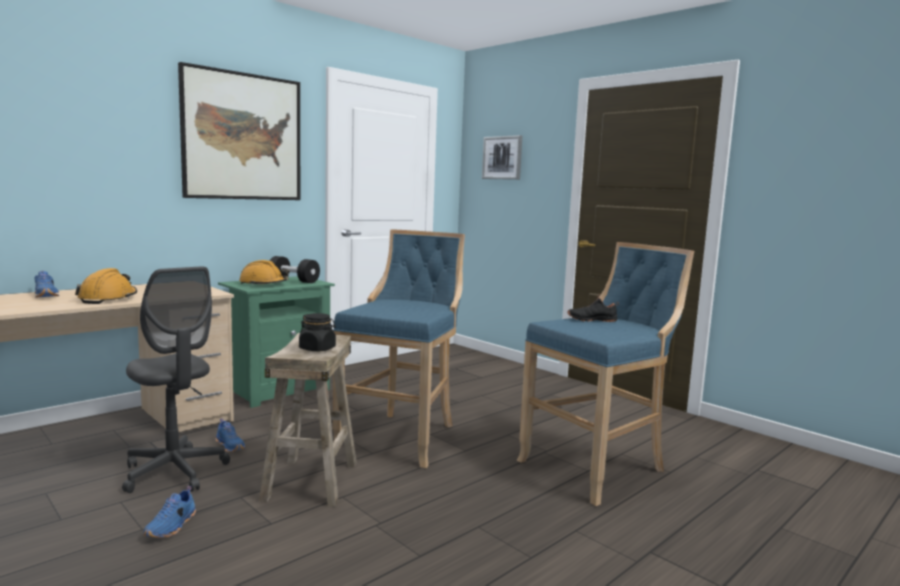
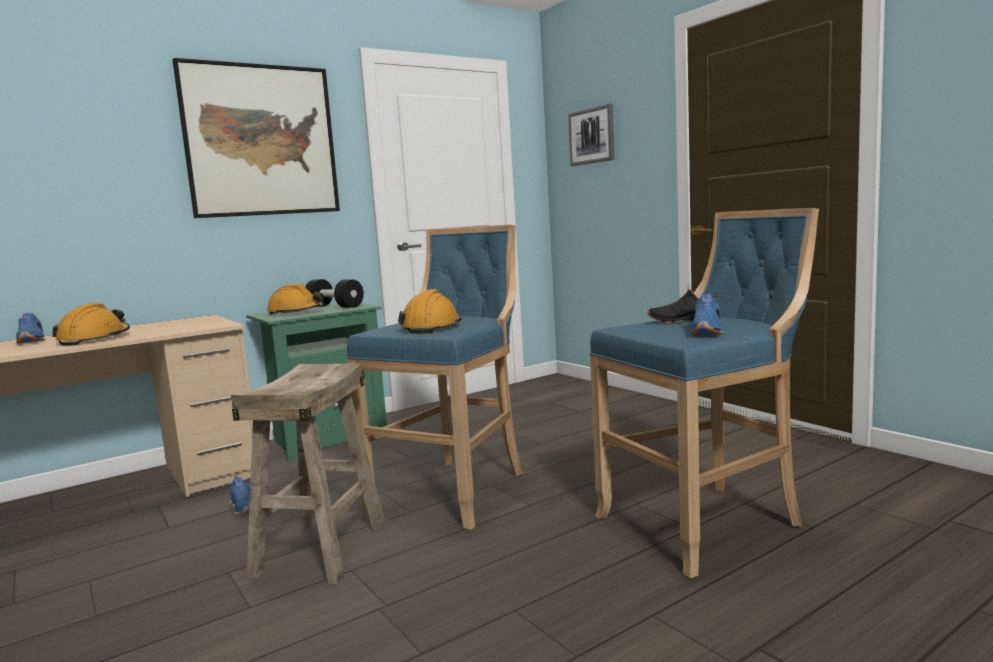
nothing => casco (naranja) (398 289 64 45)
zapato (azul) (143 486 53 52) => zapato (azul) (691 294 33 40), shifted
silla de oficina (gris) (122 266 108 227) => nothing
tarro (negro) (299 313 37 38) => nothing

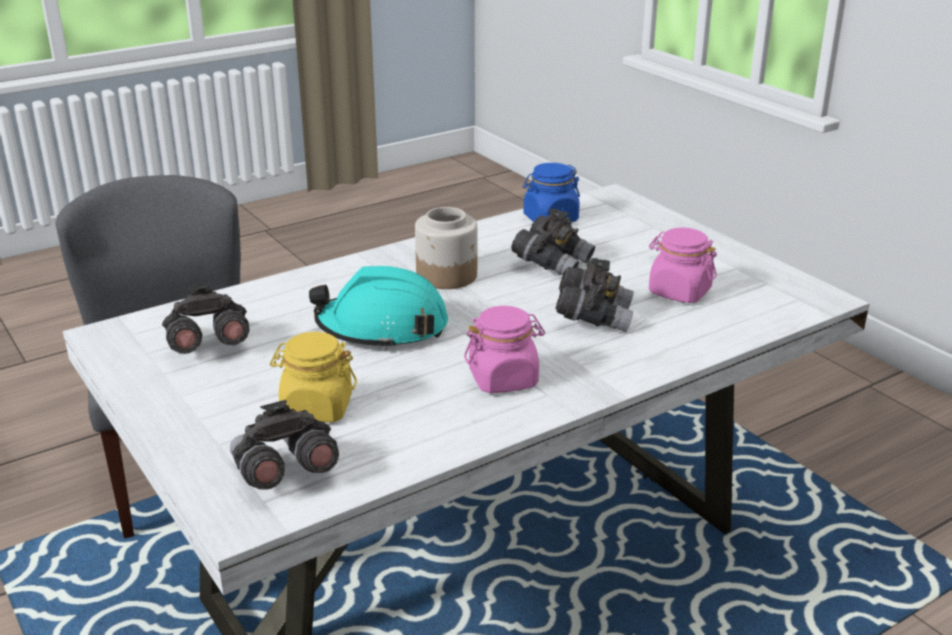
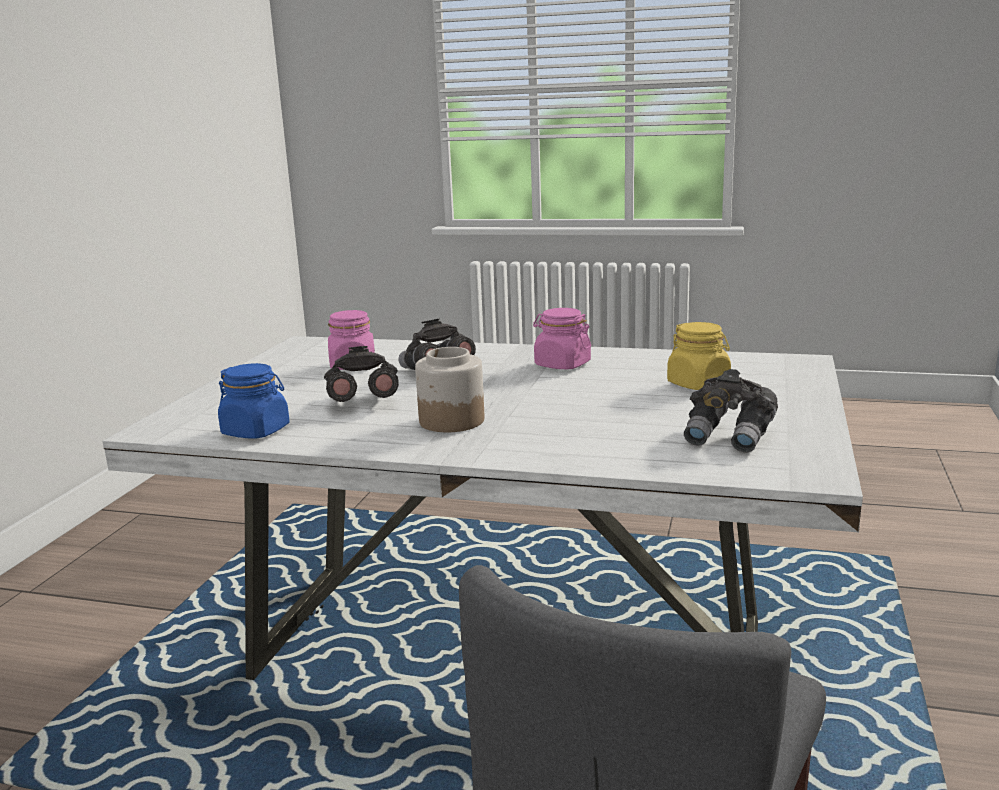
prismáticos (gris) (230 400 109 90) => nothing
casco (turquesa) (309 266 139 84) => nothing

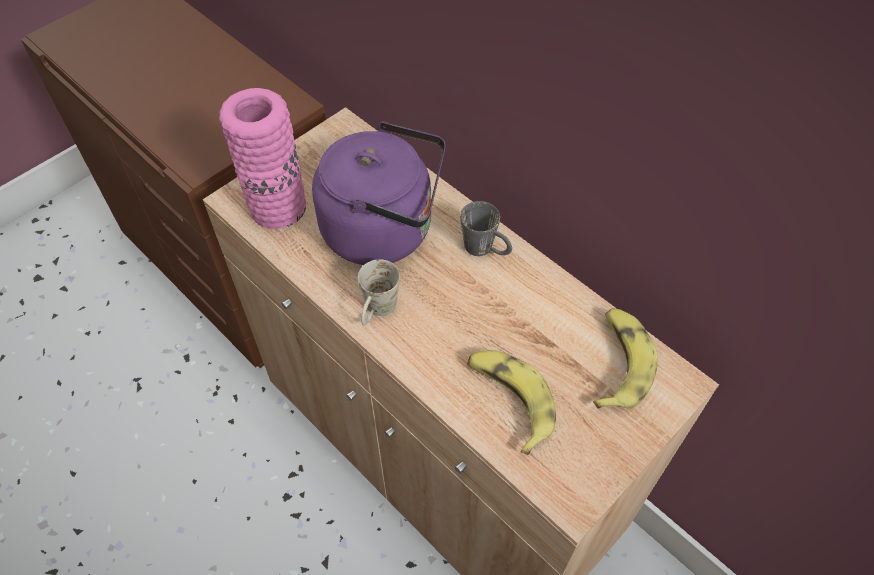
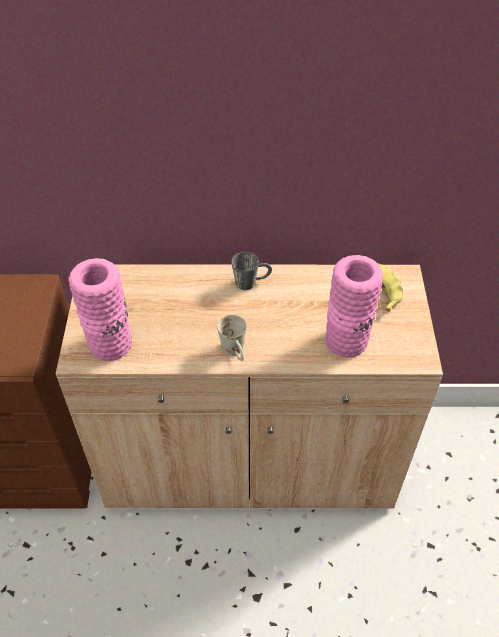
plátano (467 350 89 105) => florero (rosa) (326 255 57 103)
hervidor (morado) (312 121 134 144) => nothing

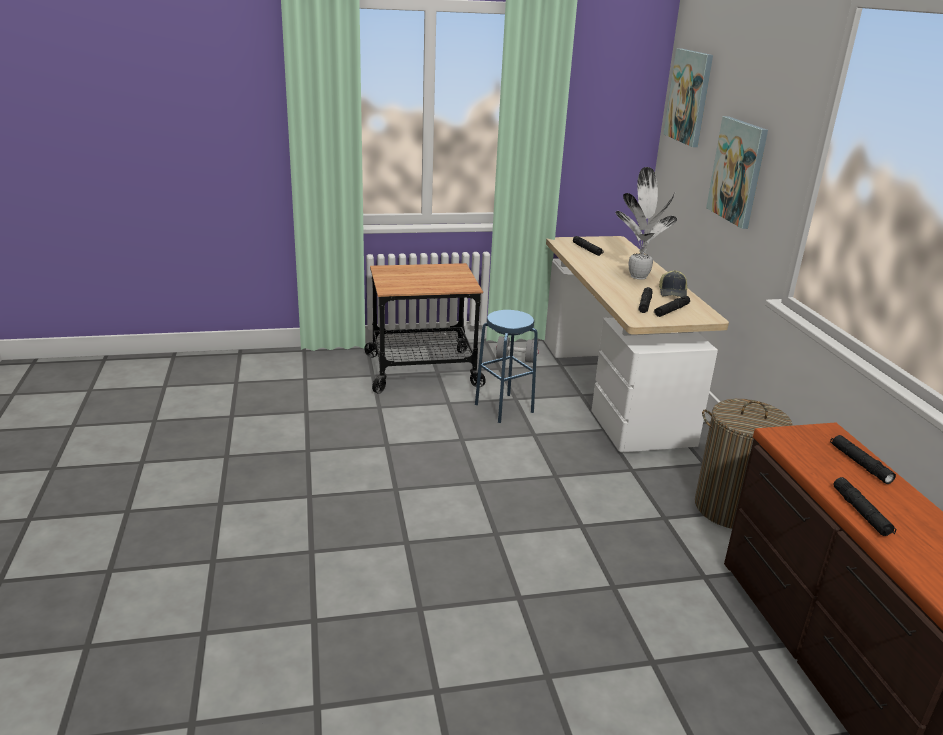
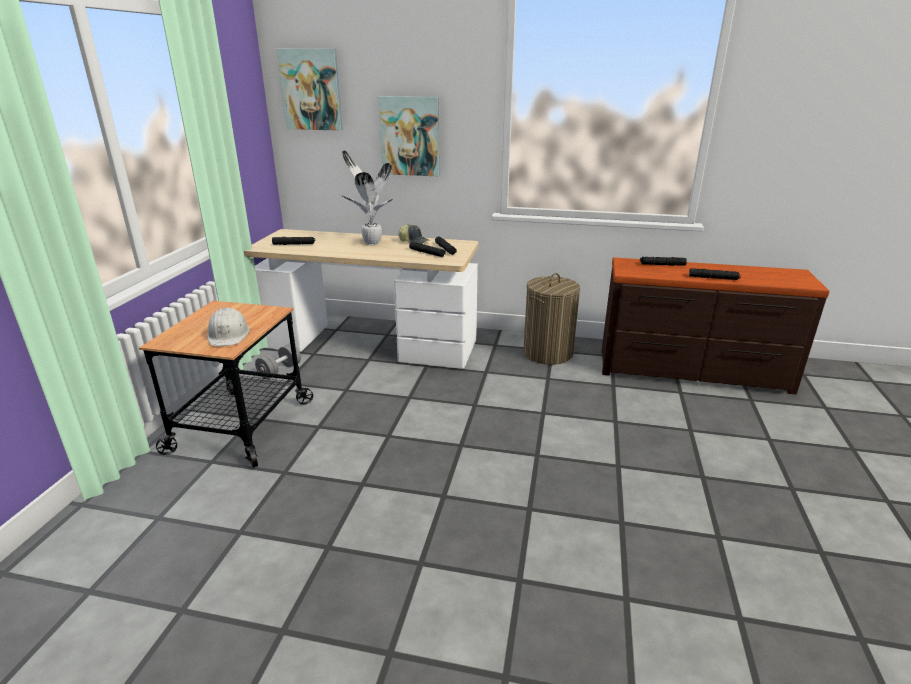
nothing => casco (blanco) (207 307 43 39)
taburete (azul) (475 310 63 113) => nothing

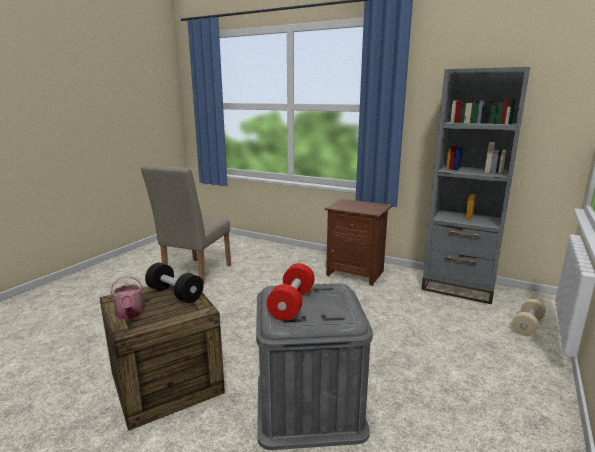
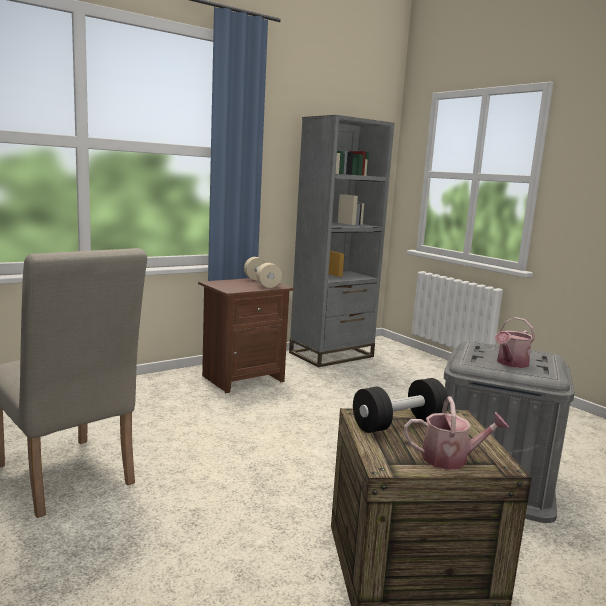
mancuerna (beis) (512 299 34 37) => mancuerna (beis) (244 257 38 31), shifted
mancuerna (rojo) (266 263 49 58) => regadera (495 317 40 51)

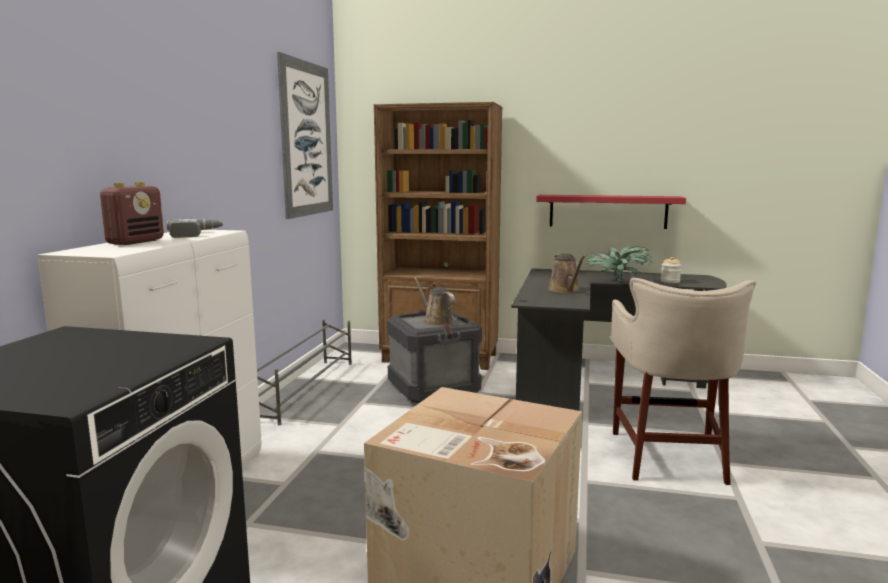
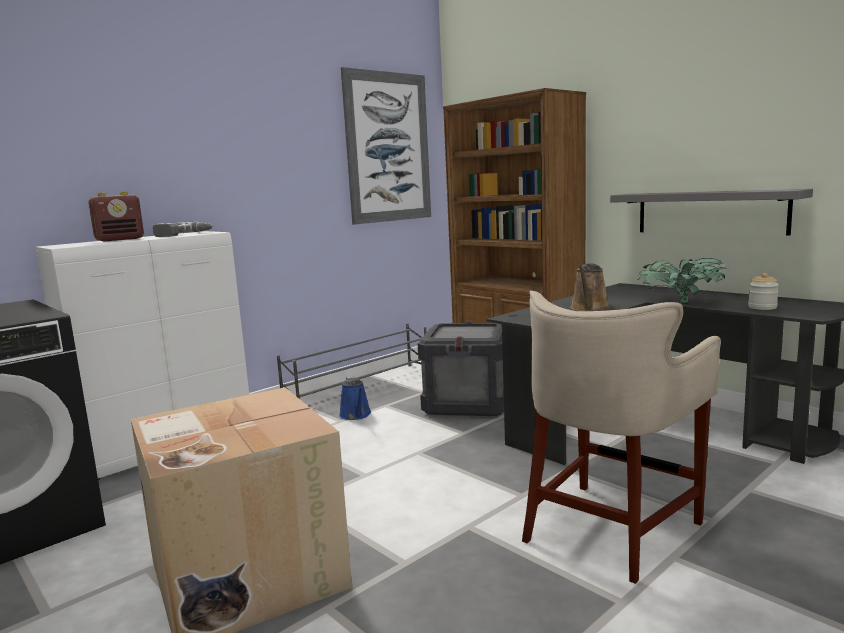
nothing => regadera (azul) (339 376 32 44)
estante (rojo) (536 195 150 34) => estante (gris) (610 189 203 47)
regadera (marrón) (414 277 41 48) => nothing

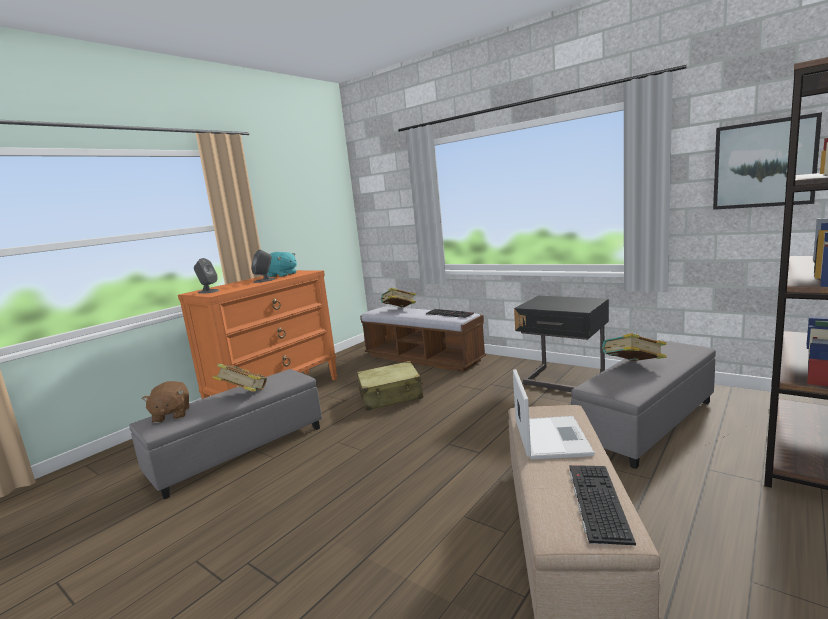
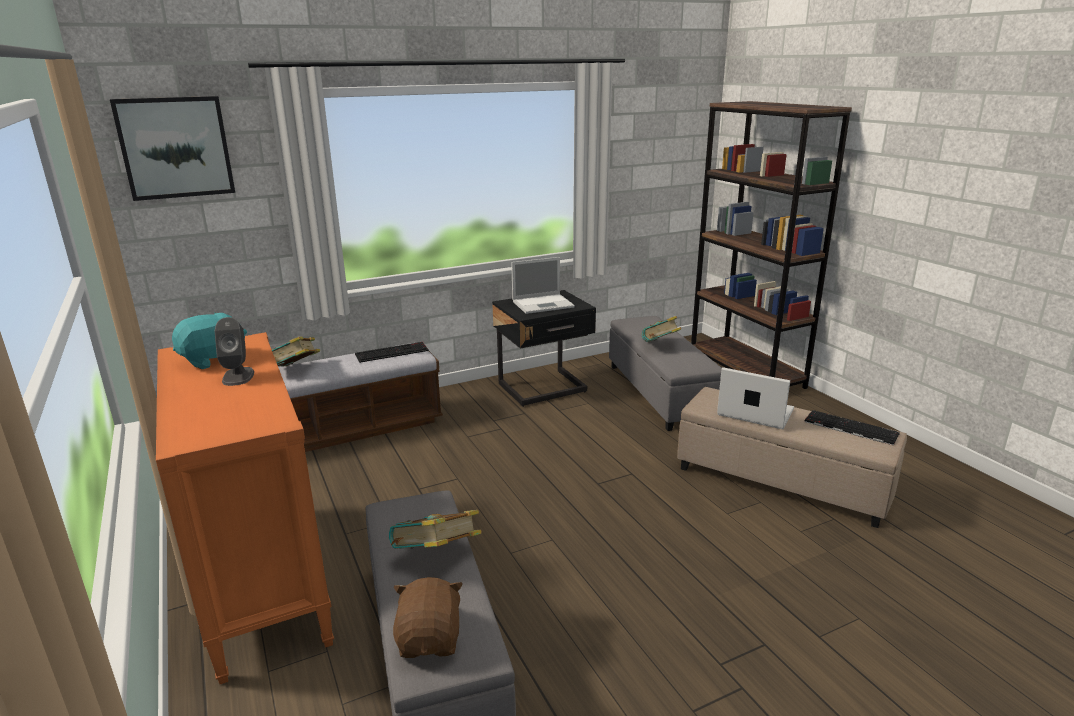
cuadro (713 112 109 98) => cuadro (110 96 125 105), shifted
peluche (marrón) (142 381 47 42) => peluche (marrón) (393 577 70 81), 105 degrees counterclockwise
nothing => portátil (511 257 64 57)
altavoz (gris) (194 258 26 35) => nothing
maleta (beis) (357 361 66 50) => nothing

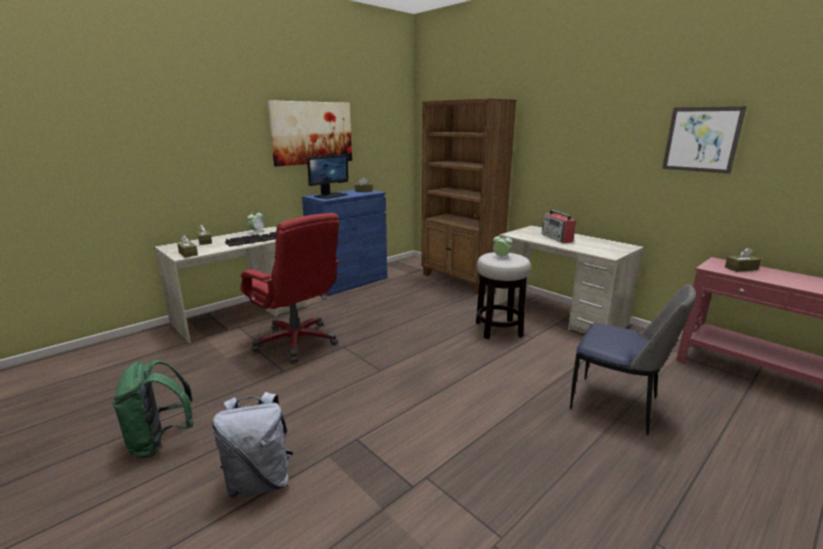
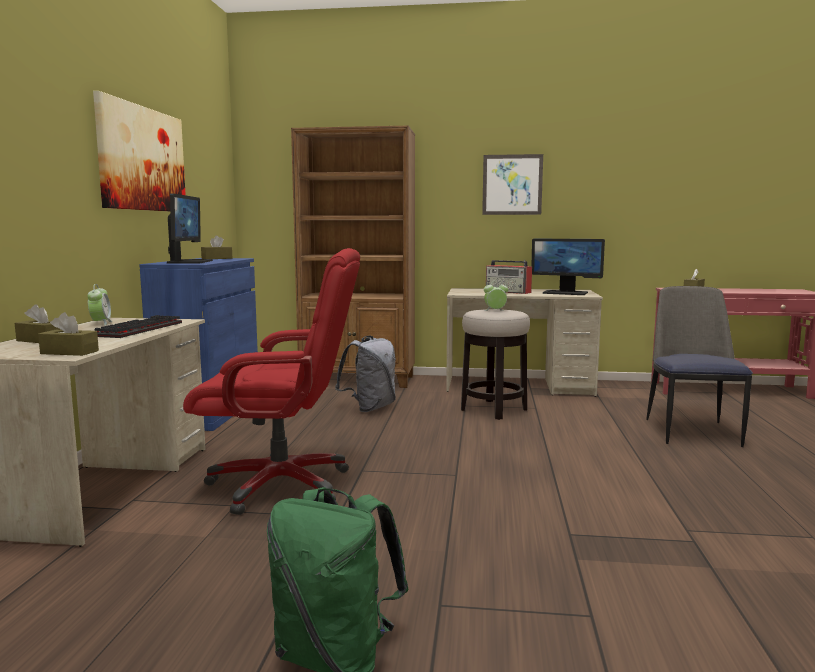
mochila (gris) (213 392 80 106) => mochila (gris) (335 335 61 77), shifted
cuadro (662 106 85 68) => cuadro (482 154 61 61), shifted
nothing => monitor (532 239 73 56)
silla (570 284 126 151) => silla (646 286 107 161), 75 degrees counterclockwise

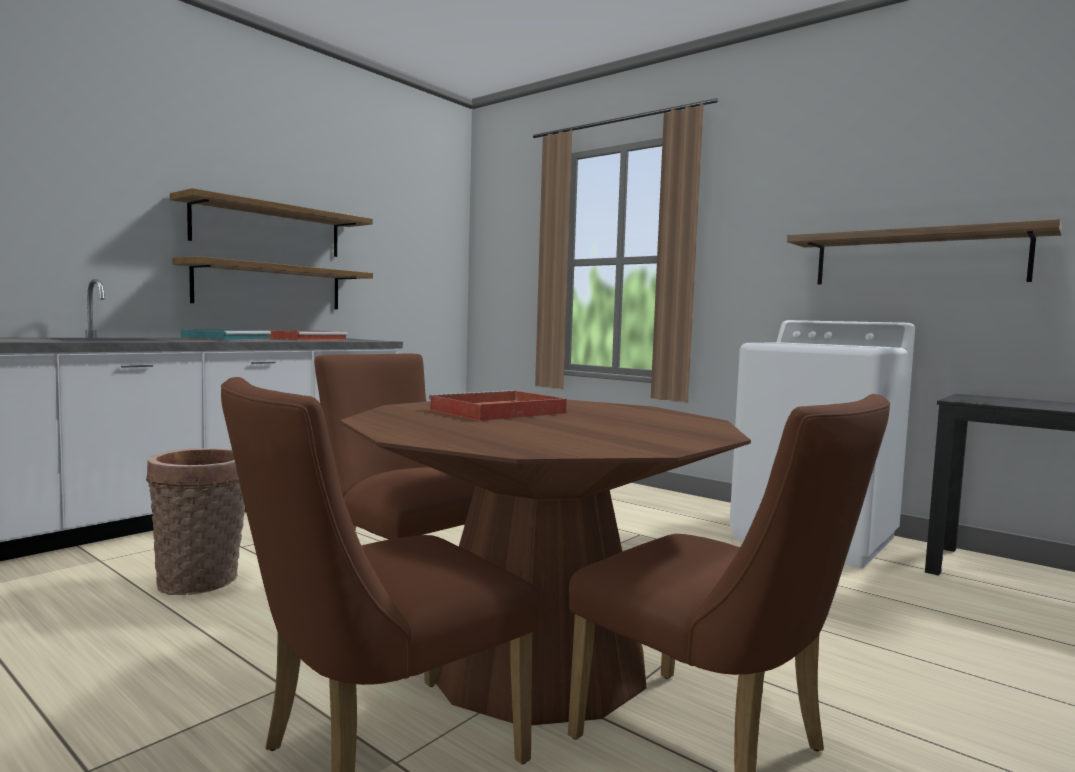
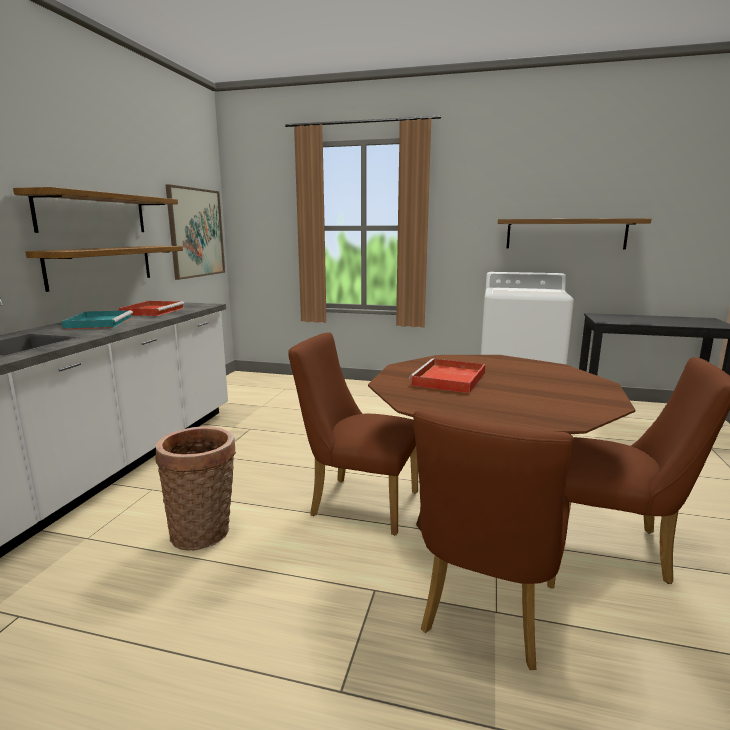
nothing => cuadro (166 184 59 96)

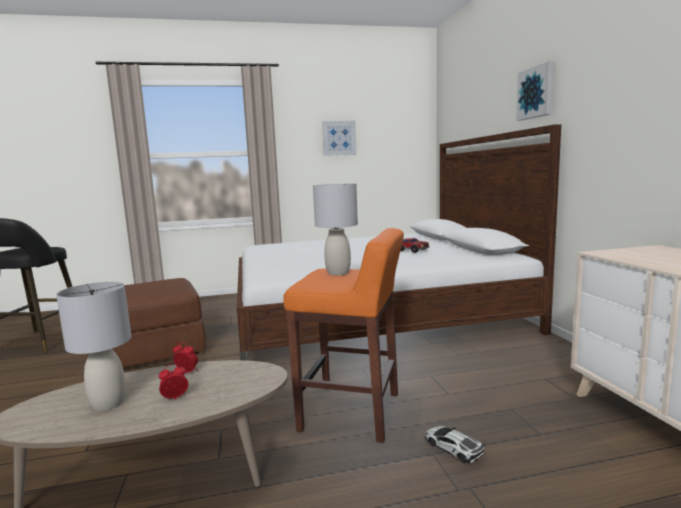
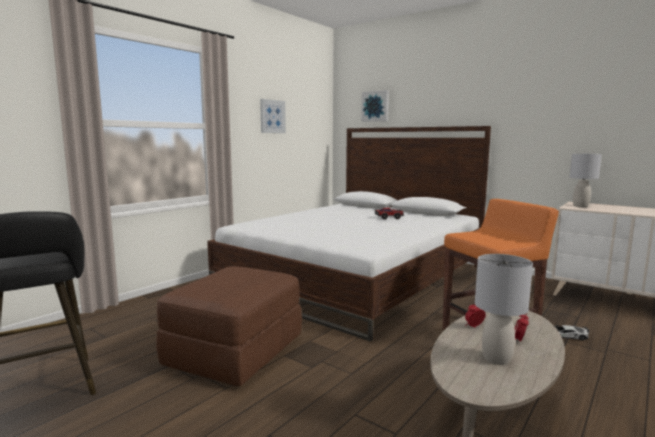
cuadro (516 61 38 60) => cuadro (361 90 28 32), shifted
lámpara de mesa (gris) (313 183 45 92) => lámpara de mesa (gris) (570 154 32 53), shifted

